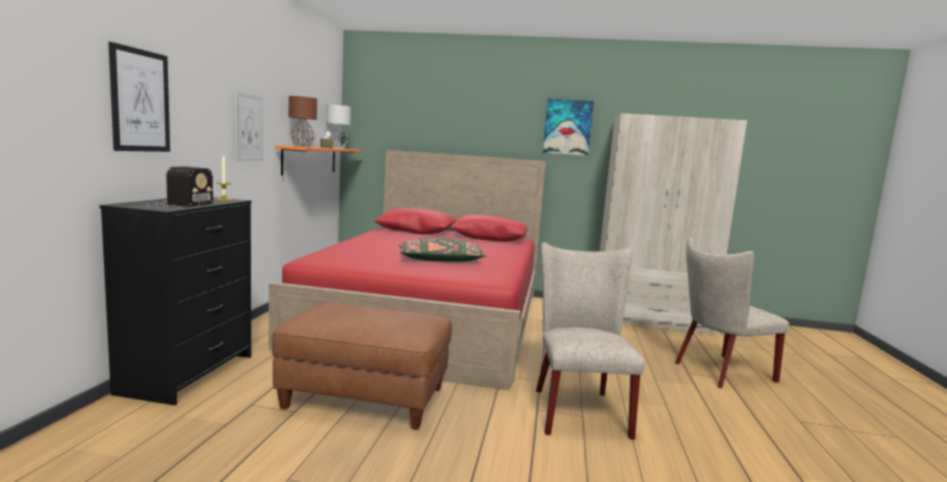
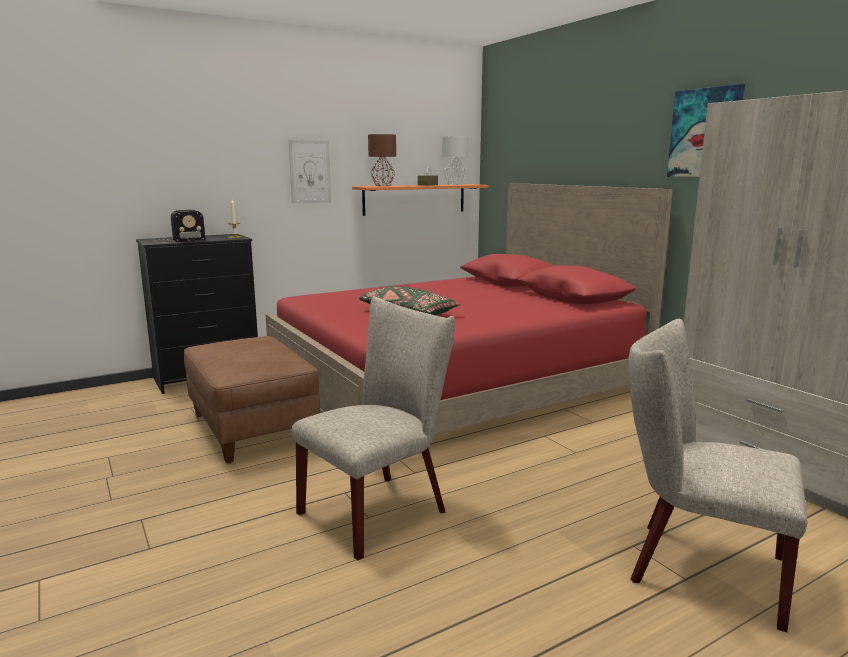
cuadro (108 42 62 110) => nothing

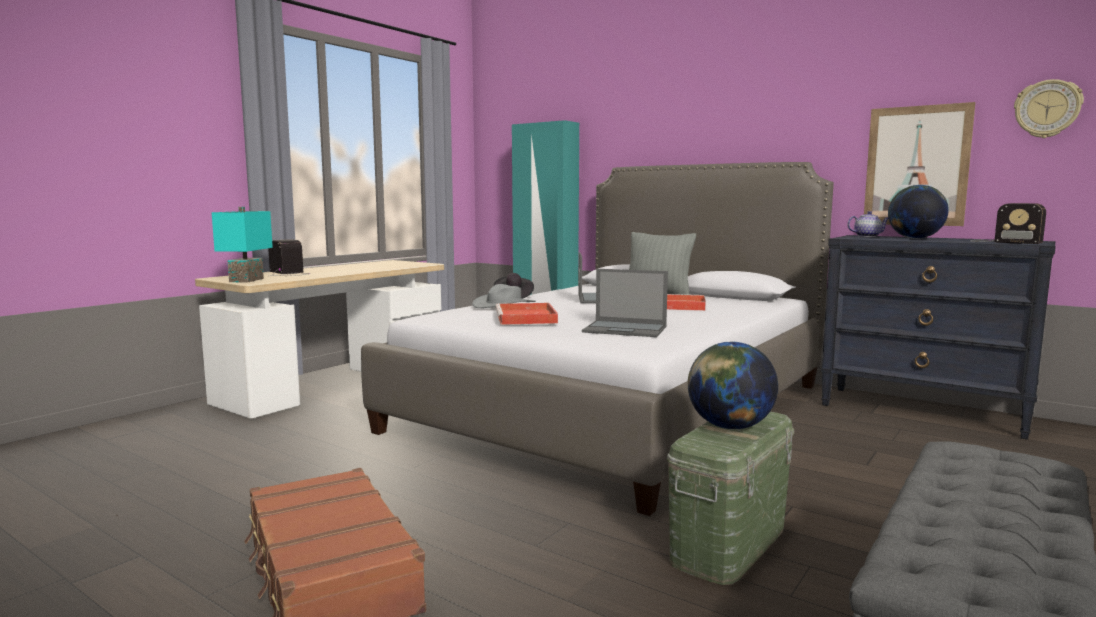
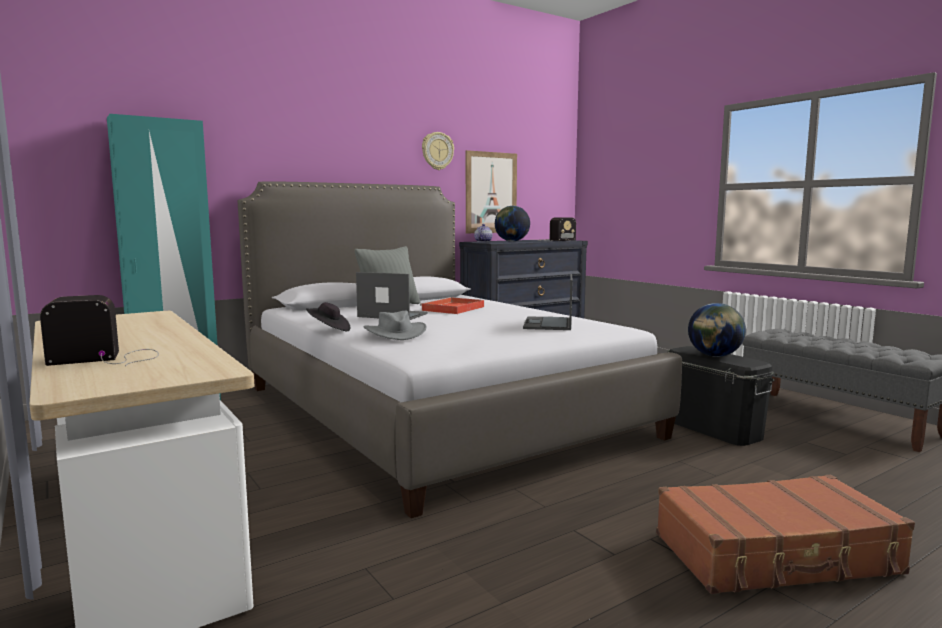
reloj de pared (1014 79 70 59) => reloj de pared (422 132 32 38), shifted
portátil (582 269 86 68) => portátil (523 274 50 56), 150 degrees clockwise
caja de almacenaje (verde) (667 411 127 174) => caja de almacenaje (negro) (668 346 106 100)
lámpara de mesa (turquesa) (212 207 61 75) => nothing
bandeja (rojo) (495 303 63 22) => nothing

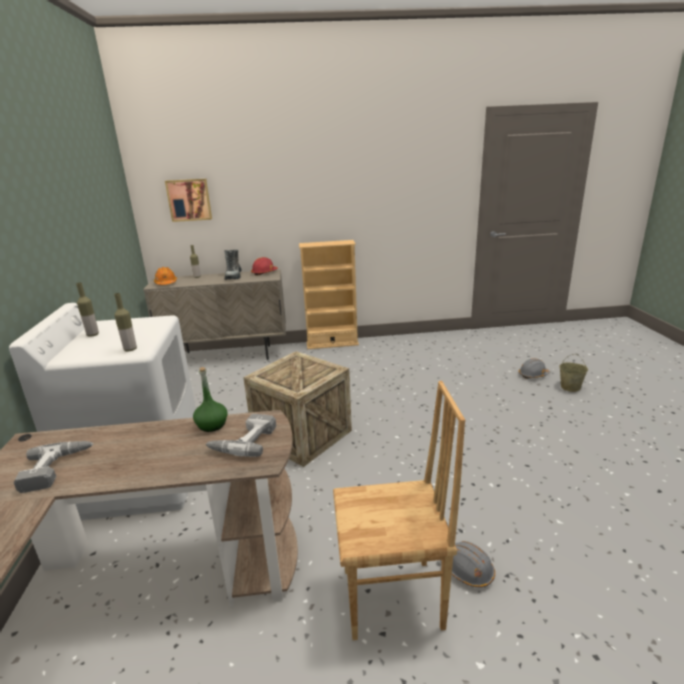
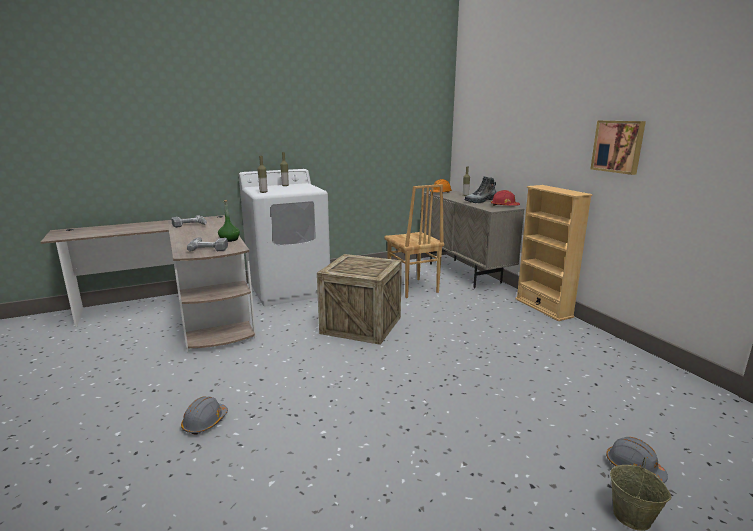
silla (marrón) (333 381 132 259) => silla (marrón) (384 184 60 114), shifted
cuadro (165 179 47 43) => cuadro (590 120 56 55), shifted

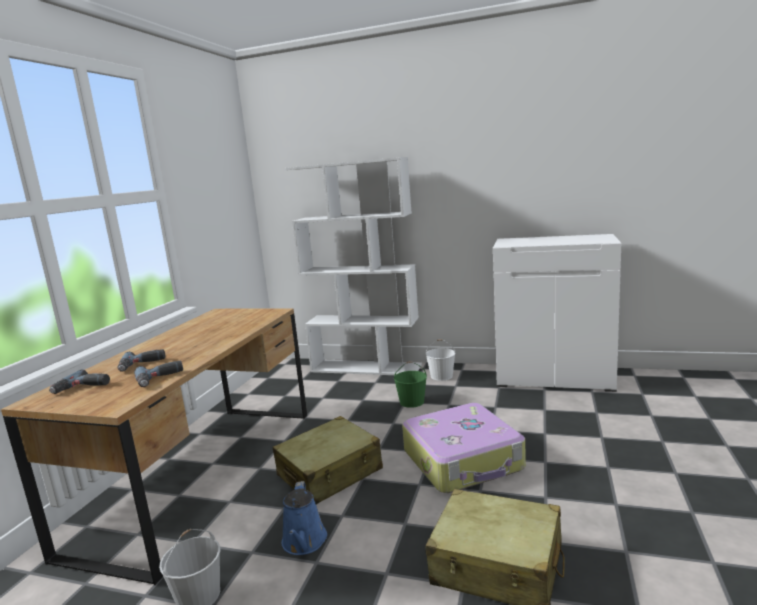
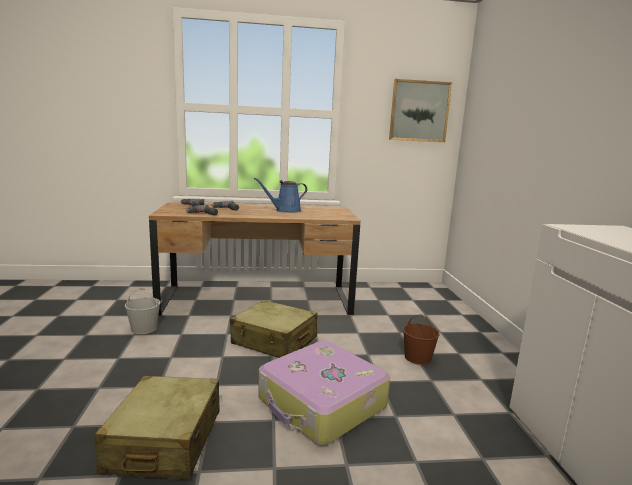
regadera (azul) (282 481 45 74) => regadera (azul) (254 178 53 35), shifted
nothing => cuadro (389 79 63 63)
cubo (verde) (394 361 33 47) => cubo (marrón) (403 314 36 51)
estantería (blanco) (285 157 137 218) => nothing
cubo (blanco) (426 339 30 42) => nothing

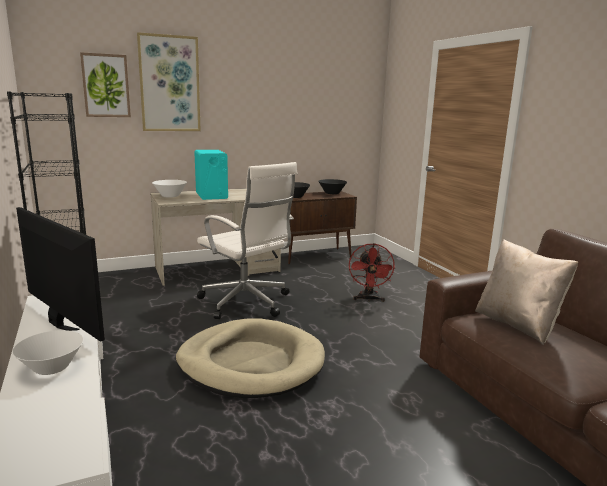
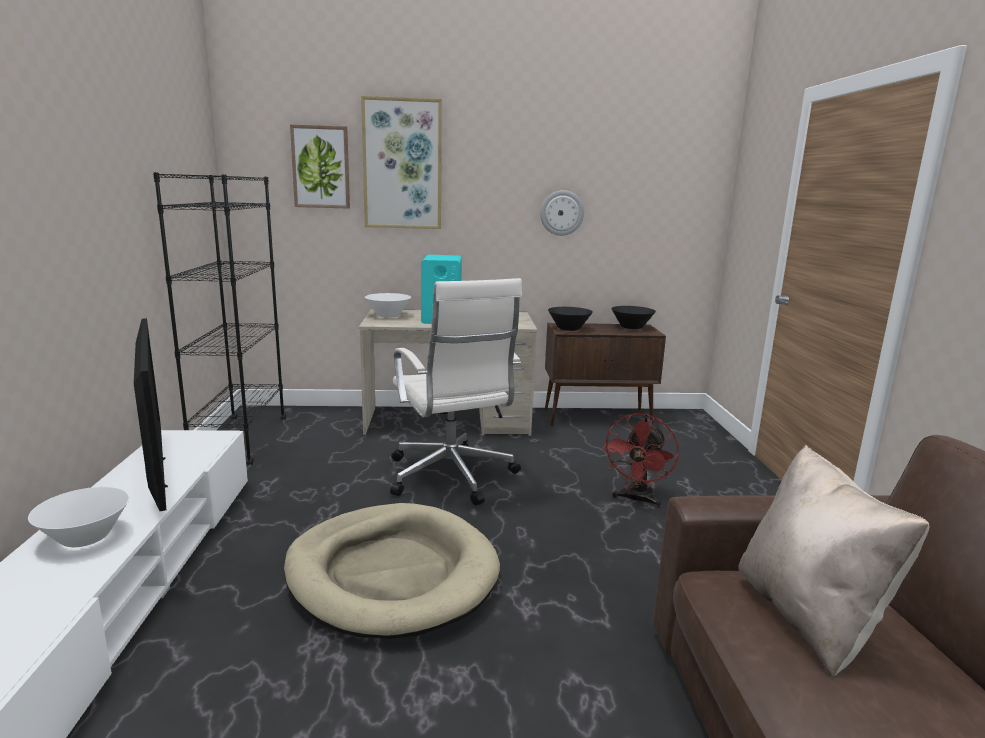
nothing => reloj de pared (540 190 44 46)

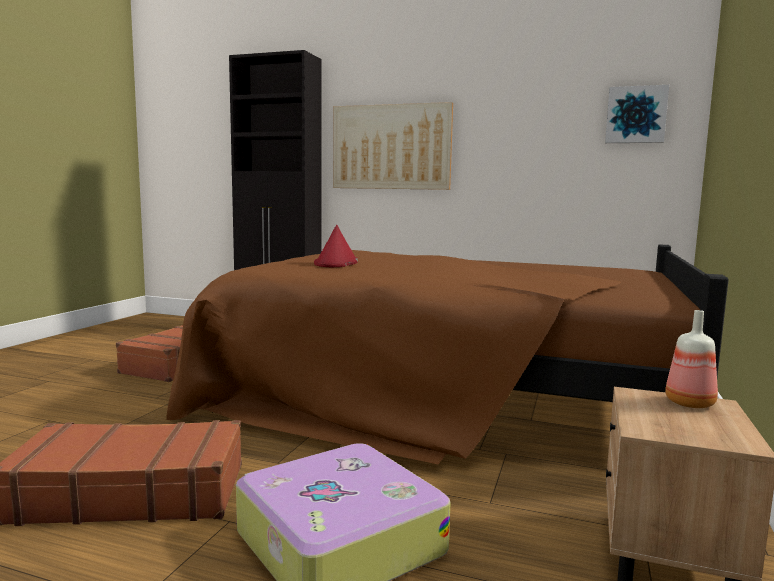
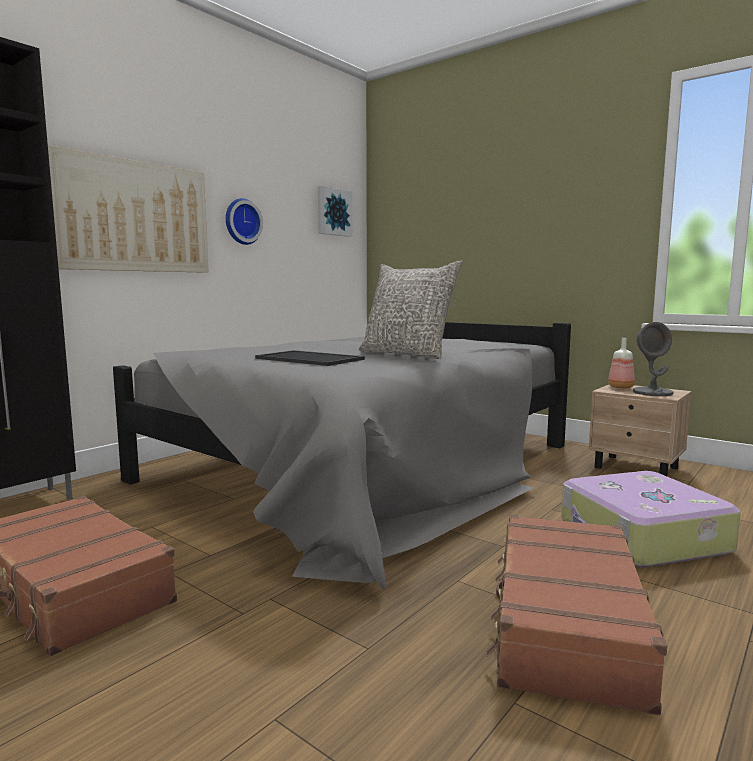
cama (marrón) (166 244 563 220) => cama (gris) (113 322 458 268)
nothing => reloj de pared (226 198 37 47)
sombrero (rojo) (314 225 44 42) => bandeja (255 350 110 16)
nothing => cojín (gris) (359 261 104 98)
nothing => lámpara de mesa (gris) (633 322 40 74)

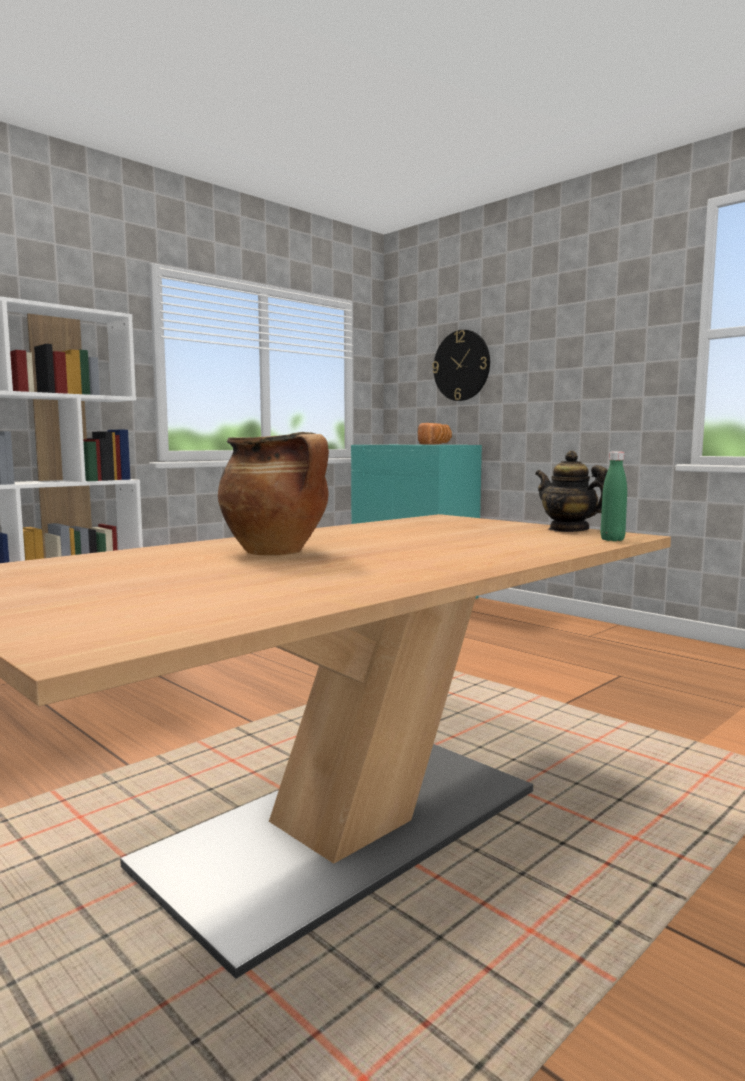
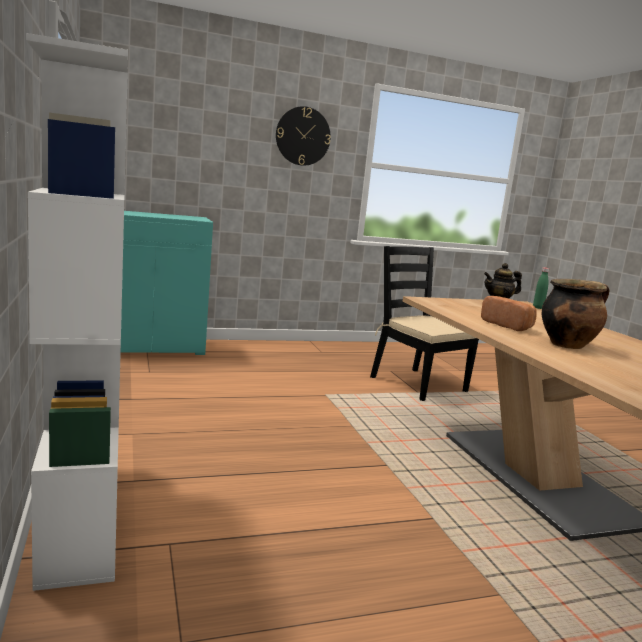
reloj de pared (432 330 58 71) => reloj de pared (276 106 55 60), shifted
nothing => silla (negro) (370 246 109 155)
pan (418 423 34 22) => pan (481 296 56 35), shifted

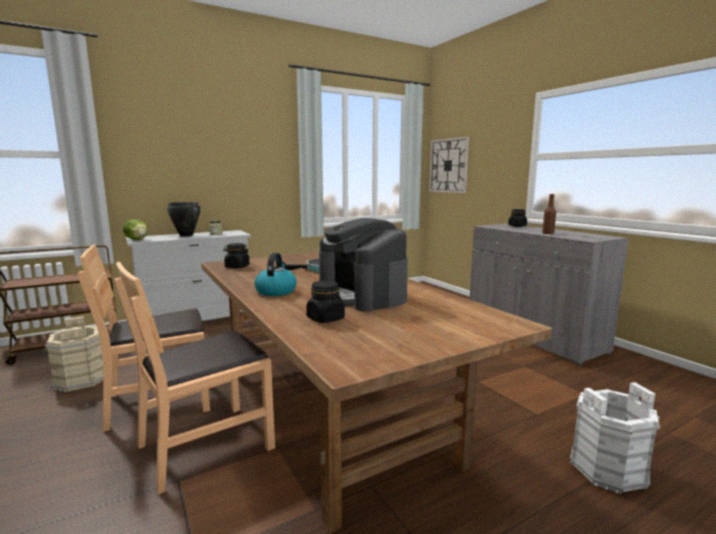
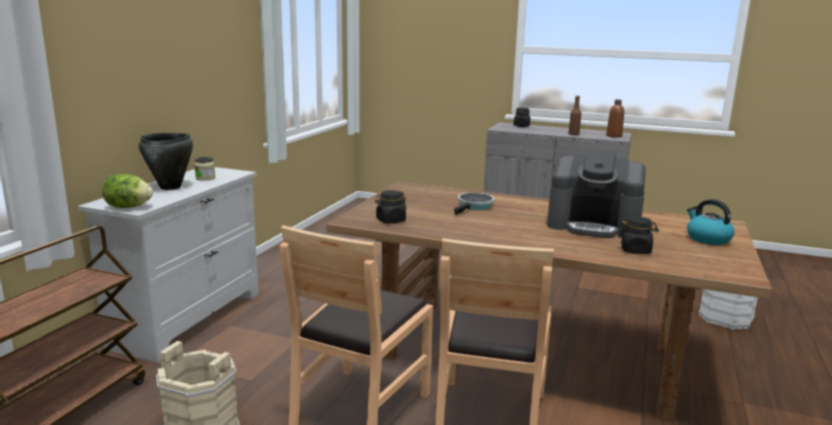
nothing => botella (marrón) (606 100 18 37)
hervidor (254 253 43 43) => hervidor (687 199 48 46), shifted
reloj de pared (429 136 40 57) => nothing

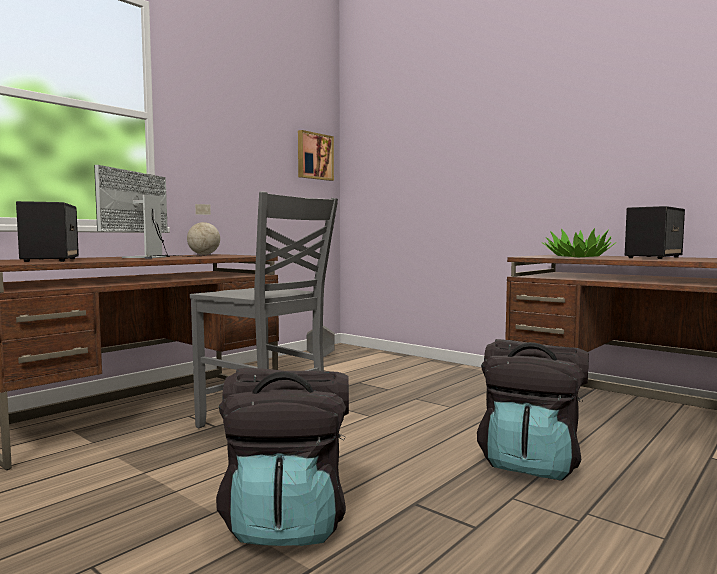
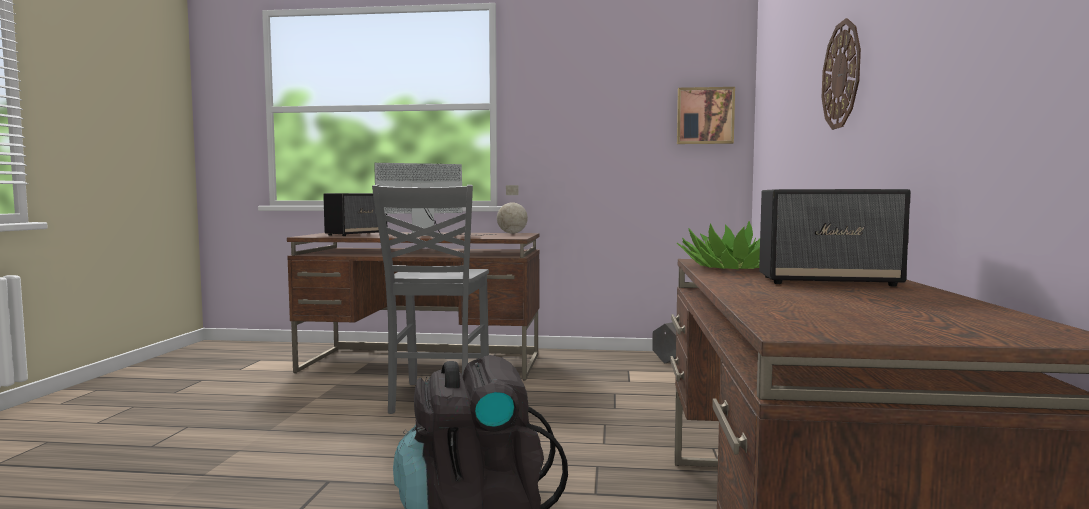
nothing => reloj de pared (821 18 40 112)
mochila (negro) (216 368 133 178) => nothing

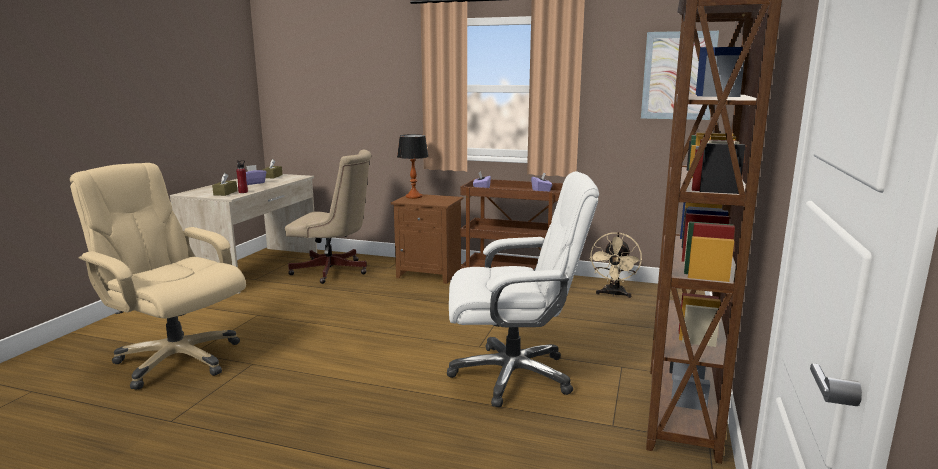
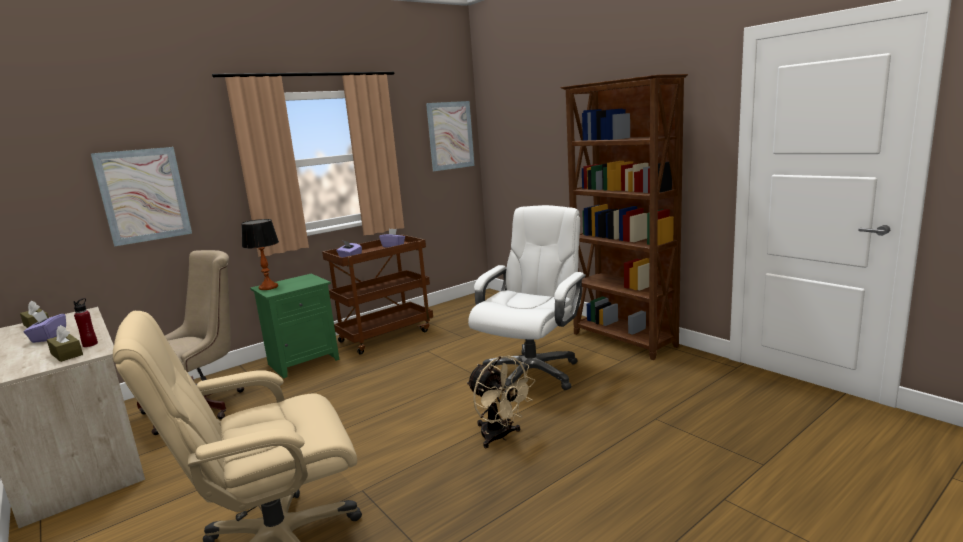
nothing => cuadro (91 147 101 99)
mesita de noche (marrón) (391 194 73 90) => mesita de noche (verde) (250 274 89 104)
ventilador (beis) (590 232 52 66) => ventilador (beis) (467 356 68 92), shifted

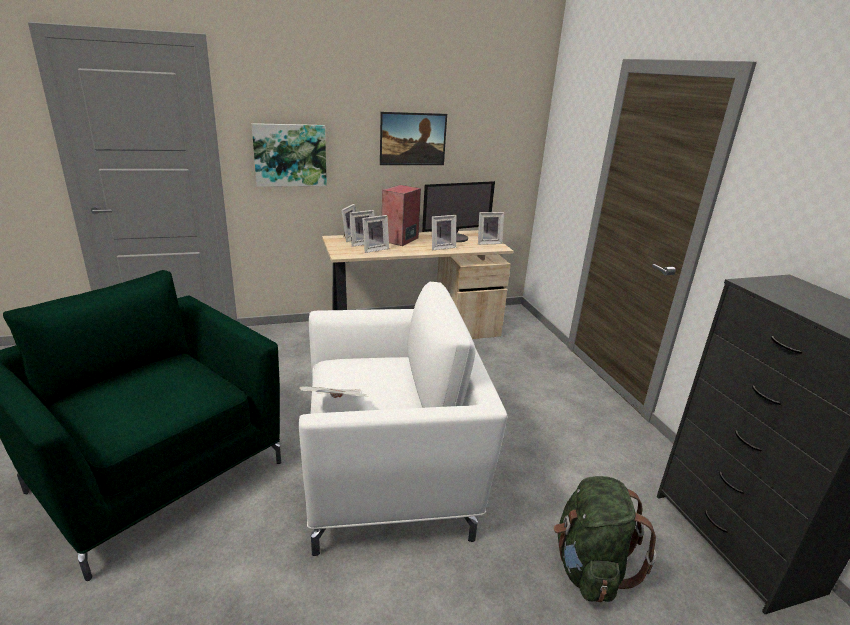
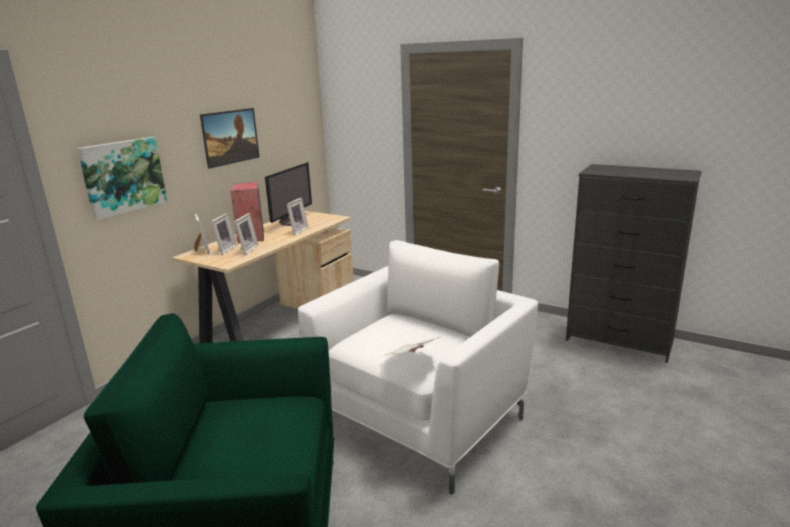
portarretratos (478 212 26 33) => nothing
mochila (verde) (554 476 103 126) => nothing

